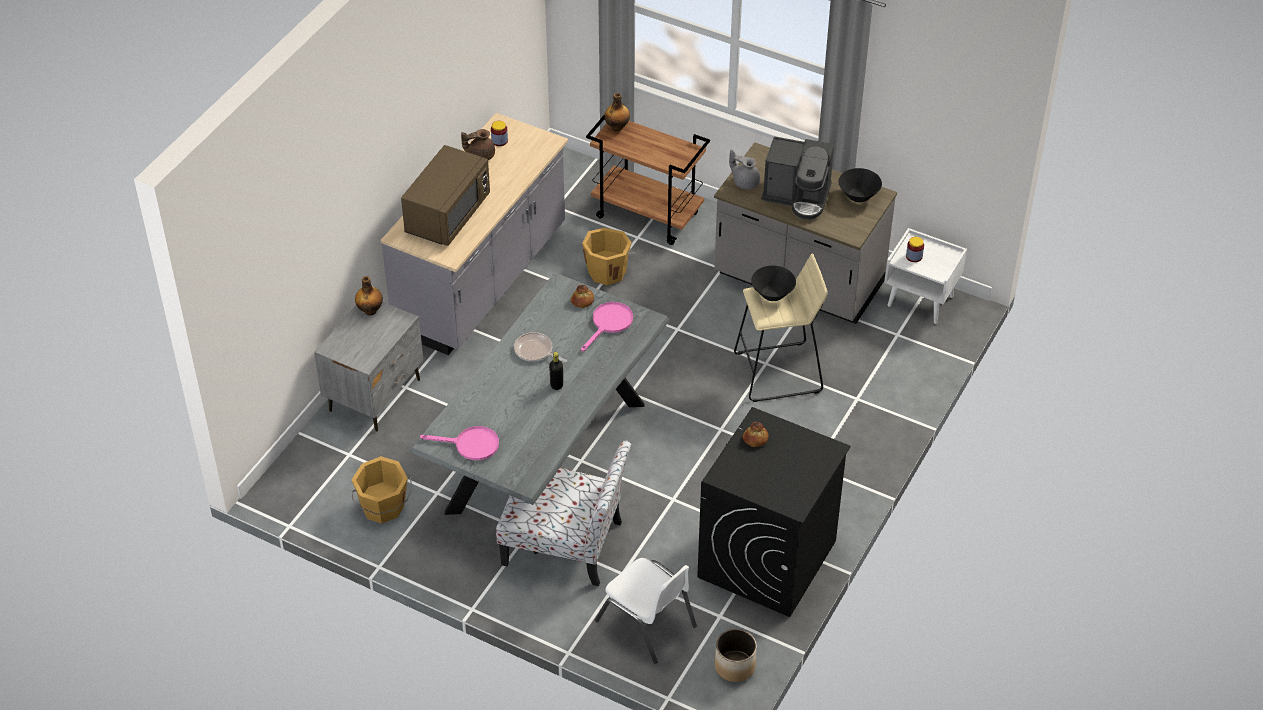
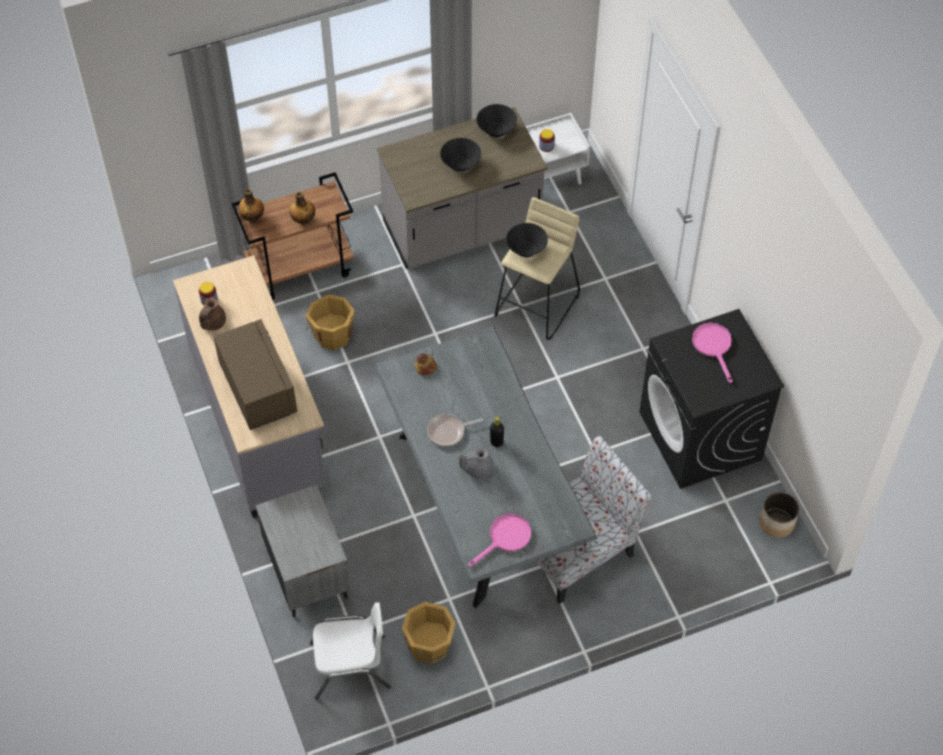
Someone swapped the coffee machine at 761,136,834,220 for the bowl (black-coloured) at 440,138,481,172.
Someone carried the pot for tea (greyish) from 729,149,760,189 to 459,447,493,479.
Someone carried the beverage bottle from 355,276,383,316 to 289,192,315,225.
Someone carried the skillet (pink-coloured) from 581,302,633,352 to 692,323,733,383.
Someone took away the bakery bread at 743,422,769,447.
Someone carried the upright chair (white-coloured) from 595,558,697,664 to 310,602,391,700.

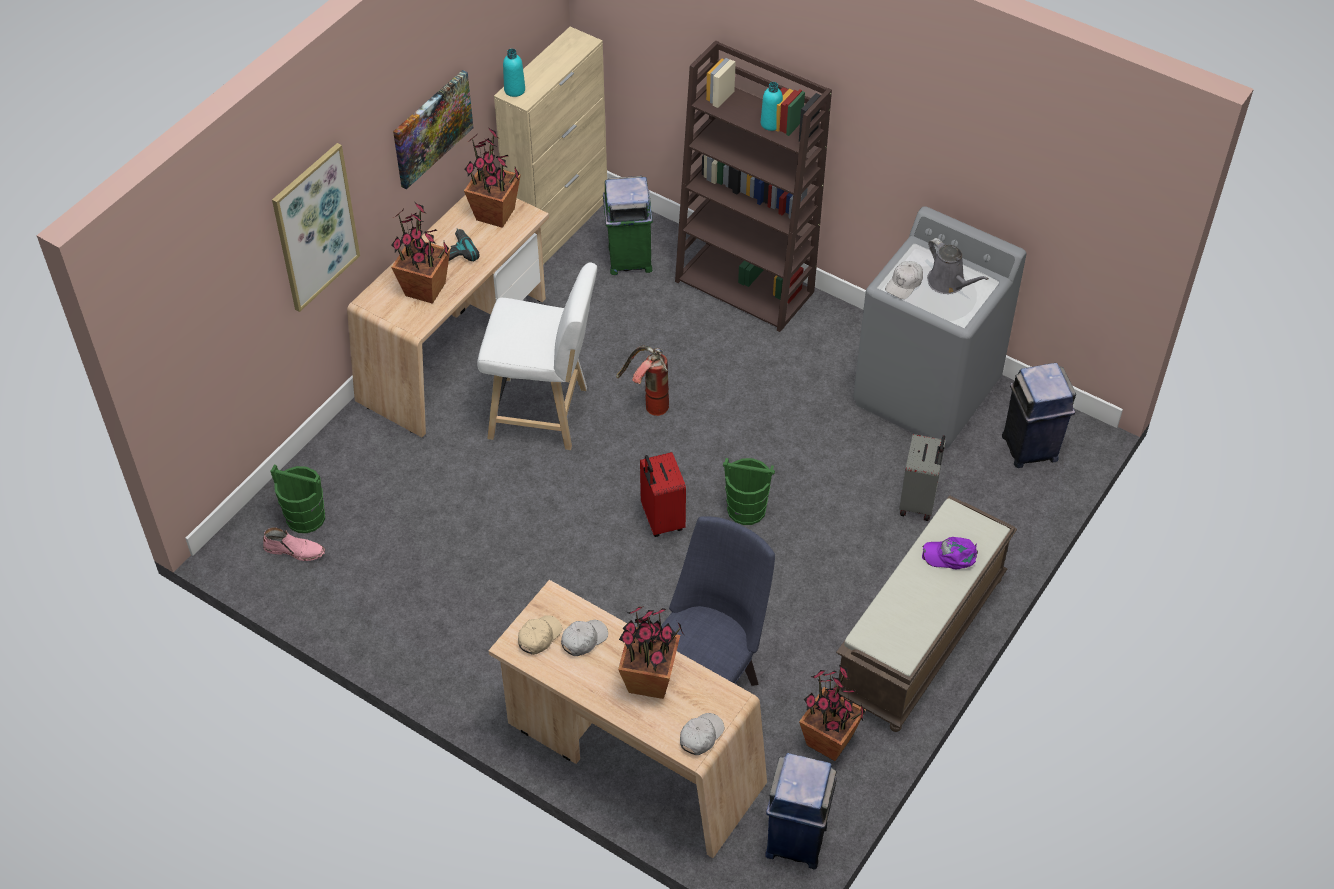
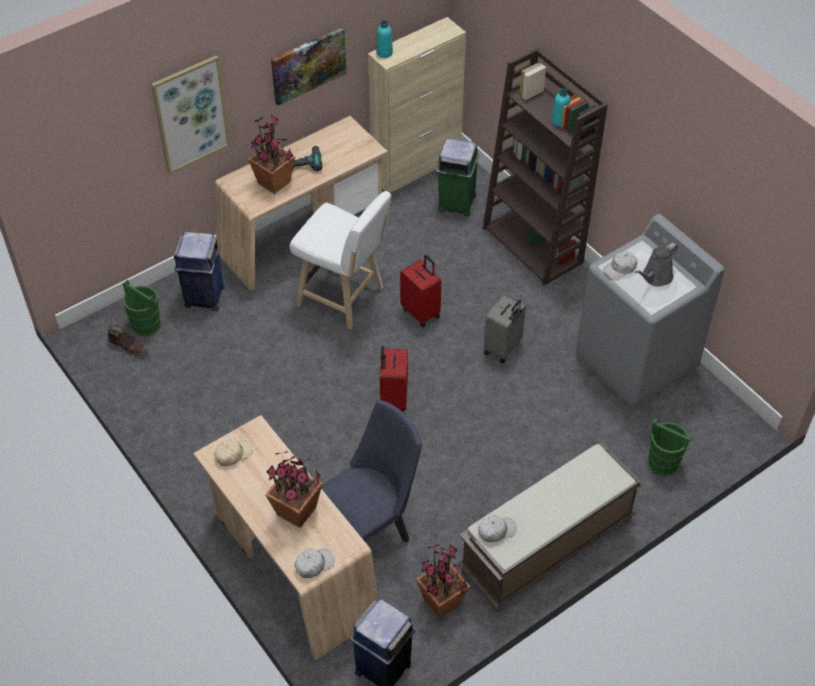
Someone took away the houseplant at 464,127,521,228.
Someone rotated the watering pot (greyish) at 927,238,989,294 by 60 degrees clockwise.
Someone swapped the fire extinguisher at 616,345,669,416 for the suitcase (red) at 400,255,441,327.
Someone carried the rubbish bin (blue-coloured) from 1002,363,1076,468 to 174,232,225,311.
Someone carried the suitcase (greyish) from 899,434,946,521 to 484,295,526,363.
Someone carried the pail (green-coloured) from 723,458,775,525 to 648,418,692,476.
Someone repainted the high-top boot (pink-coloured) at 263,527,325,561, which became the high-top boot (brown-coloured) at 108,325,148,356.
Someone took away the peaked cap (purplish) at 922,537,978,569.
Someone carried the peaked cap (white-coloured) from 561,620,608,656 to 478,515,517,542.

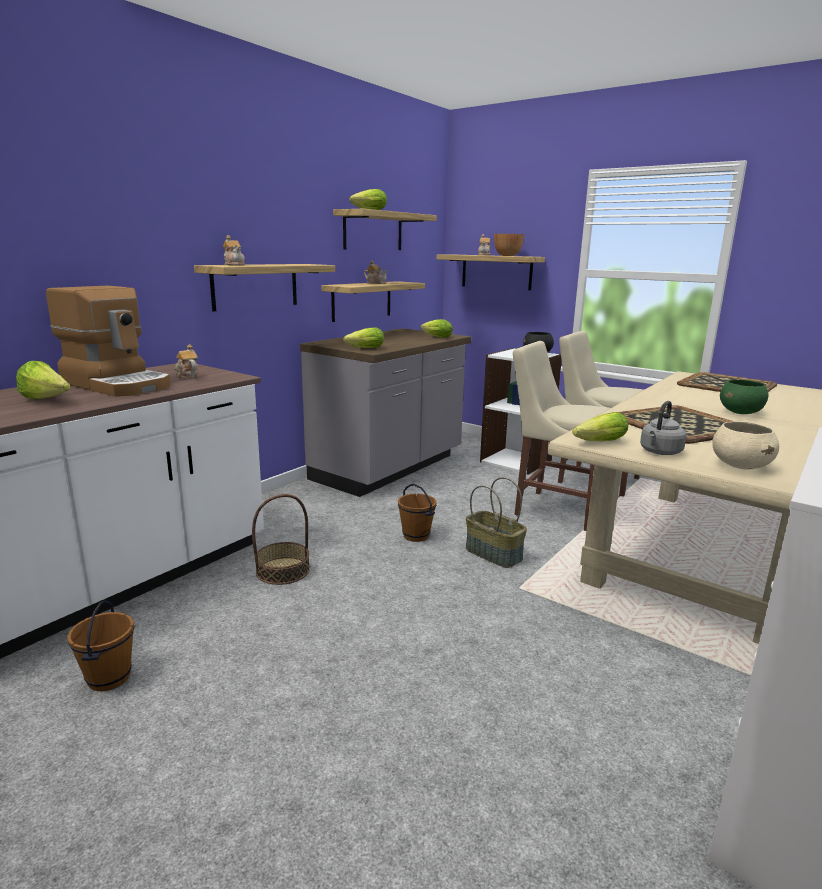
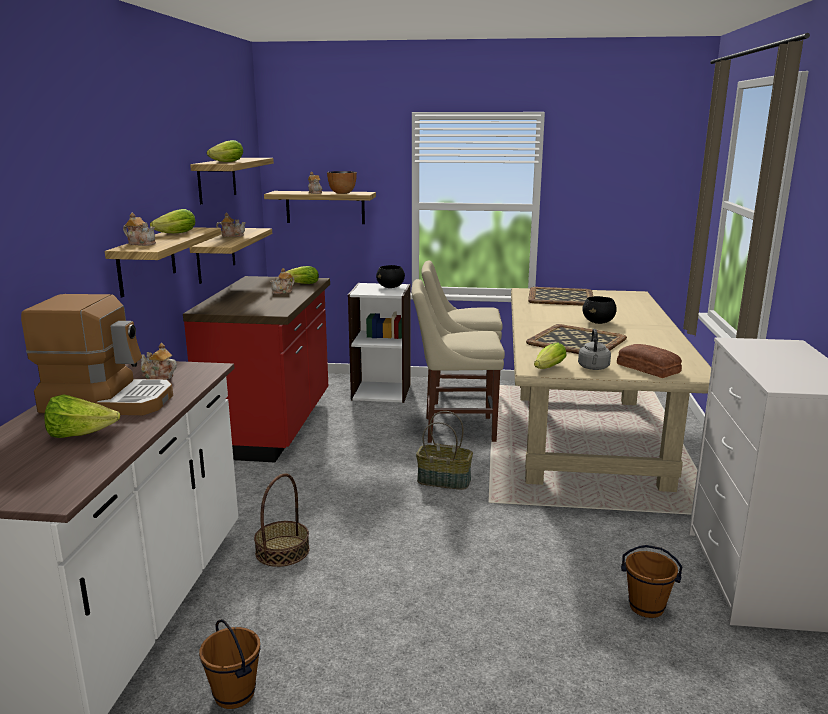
Someone carried the head of lettuce from 344,327,384,348 to 150,209,195,233.
Someone repainted the counter (greyish) at 300,328,471,497, which became the counter (red) at 183,276,330,462.
Someone repainted the bowl (green-coloured) at 720,380,769,414, which became the bowl (black-coloured) at 582,296,617,324.
Someone swapped the bowl (beige-coloured) at 712,421,779,470 for the bakery bread at 617,344,682,378.
Someone carried the pail (brown-coloured) from 398,484,437,542 to 621,545,682,618.
Someone put down the pot for tea at 270,268,295,294.

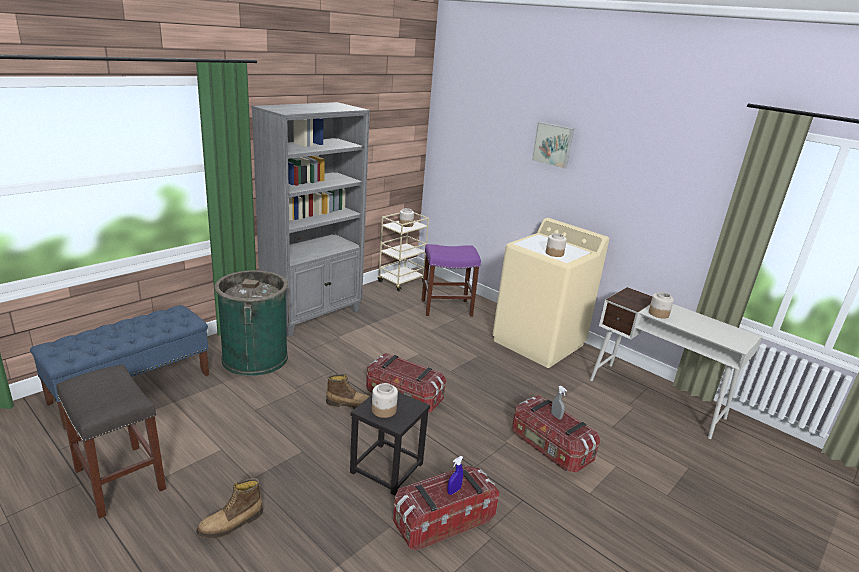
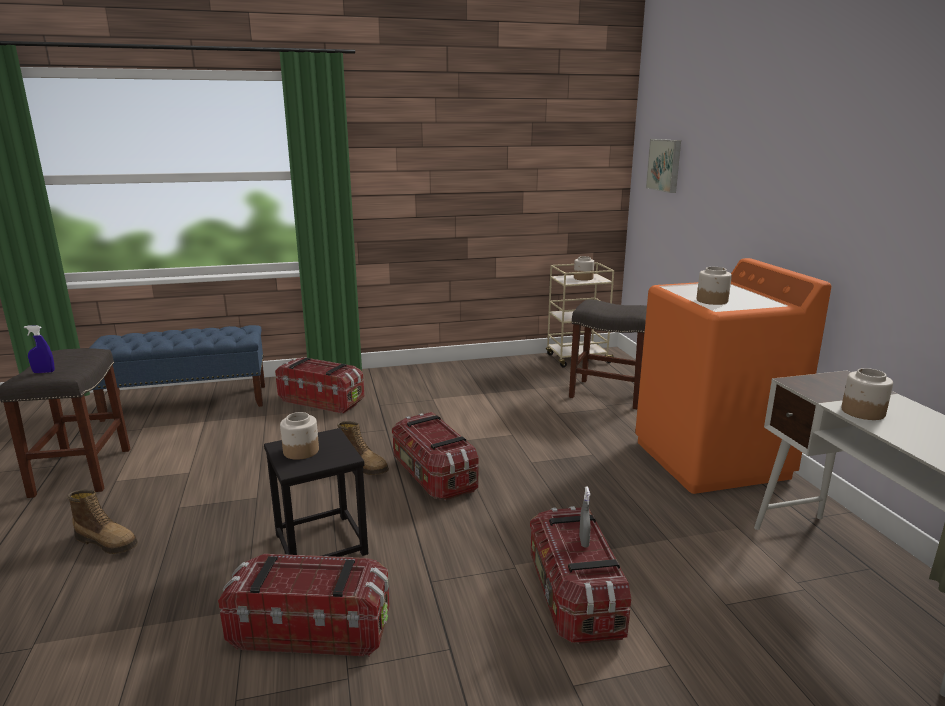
Someone took away the shelving unit (greyish) at 252,102,370,337.
Someone carried the wall art from 532,122,574,169 to 646,139,681,193.
Someone repainted the laundry appliance (beige-coloured) at 493,218,609,368, which became the laundry appliance (orange-coloured) at 635,258,831,494.
Someone repainted the stool seat (purplish) at 422,244,481,317, which became the stool seat (greyish) at 569,299,647,409.
Someone swapped the rubbish bin (green-coloured) at 214,270,288,376 for the storage container at 275,358,365,414.
Someone carried the sprayer (blue-coloured) from 447,456,463,495 to 24,325,55,373.
Someone rotated the high-top boot at 196,478,263,539 by 150 degrees counterclockwise.

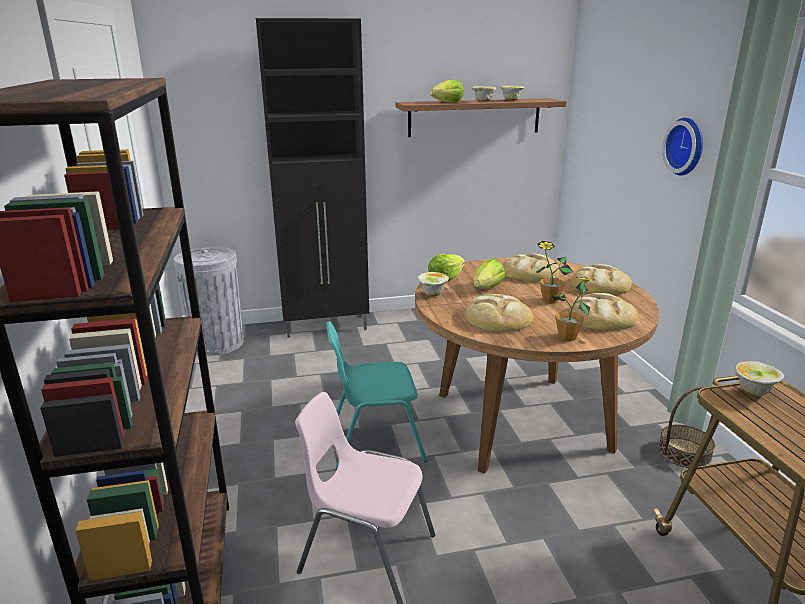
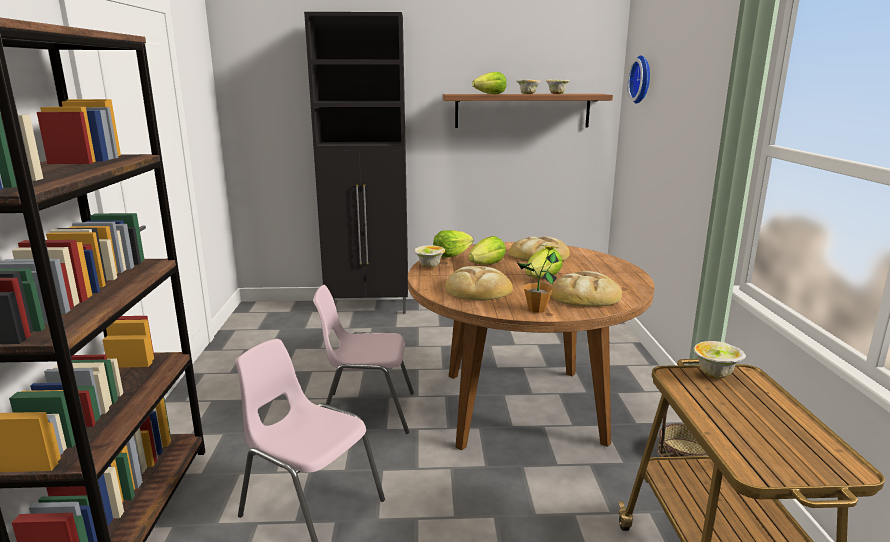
Someone carried the clock on the wall from 662,118,703,176 to 627,56,650,103.
Someone swapped the houseplant at 536,241,573,303 for the head of lettuce at 525,248,563,278.
Someone took away the rubbish bin (greyish) at 174,246,244,356.
Someone took away the bakery bread at 570,264,632,295.
Someone repainted the upright chair (turquoise-coloured) at 327,321,427,470, which became the upright chair (pink-coloured) at 313,285,414,434.

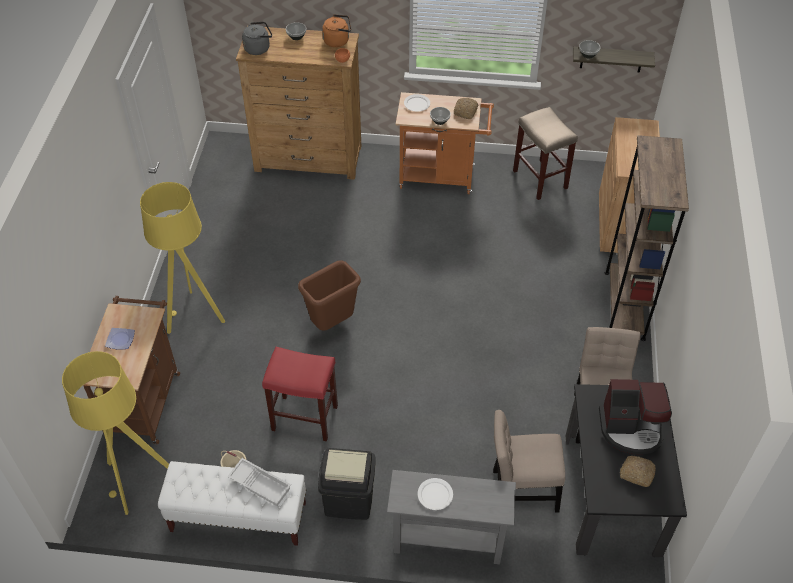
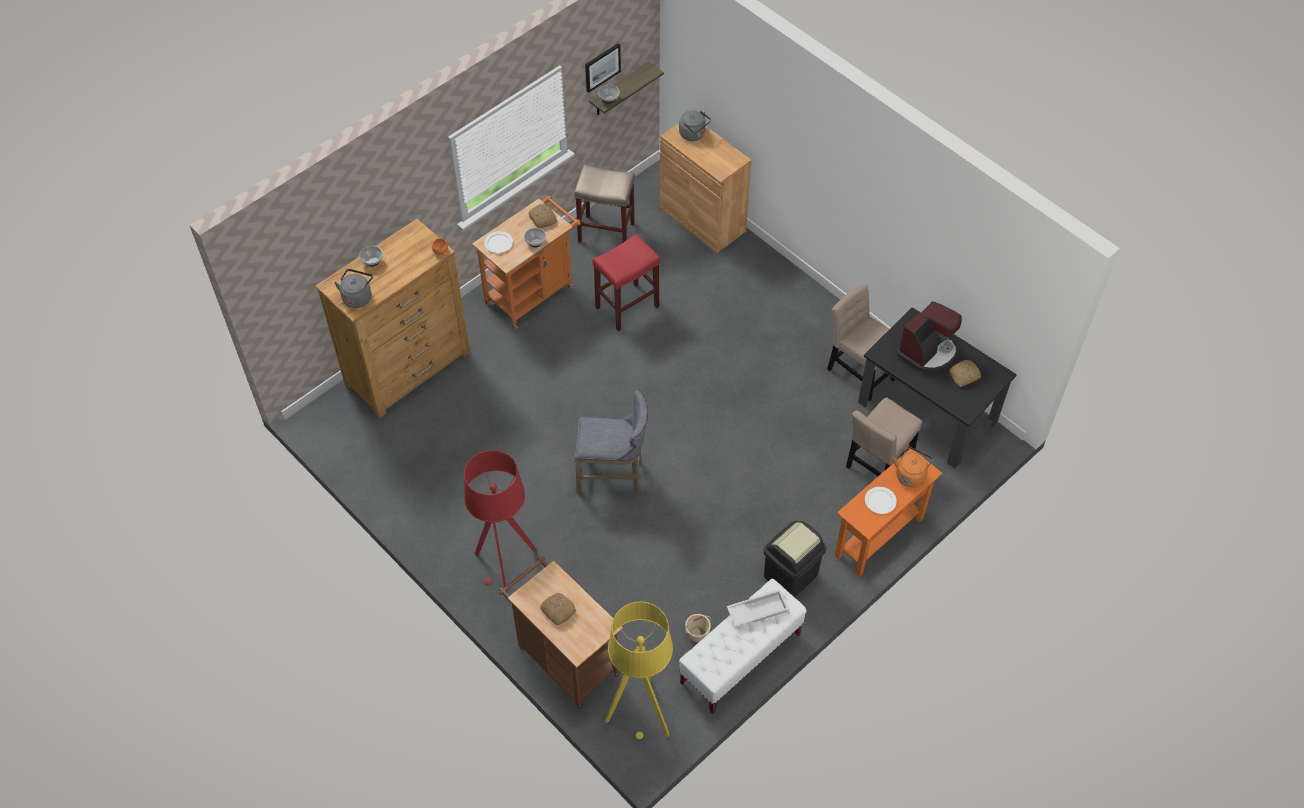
Someone carried the water kettle (orange-coloured) from 322,14,351,47 to 893,446,933,487.
Someone took away the shelving unit (brown-coloured) at 605,135,689,341.
Someone repainted the standard lamp (yellow-coloured) at 140,182,225,334, which became the standard lamp (red) at 464,450,537,599.
Someone swapped the rubbish bin (brown-coloured) at 298,260,361,331 for the stool seat (greyish) at 575,390,648,493.
Someone swapped the dinner plate at 105,328,135,350 for the bakery bread at 540,593,576,625.
Someone carried the stool seat (red) from 262,347,338,442 to 592,234,660,332.
Someone repainted the narrow table (greyish) at 387,470,516,564, which became the narrow table (orange-coloured) at 835,449,942,577.
Someone put up the wall art at 585,43,621,93.
Someone put down the water kettle (greyish) at 679,111,711,141.

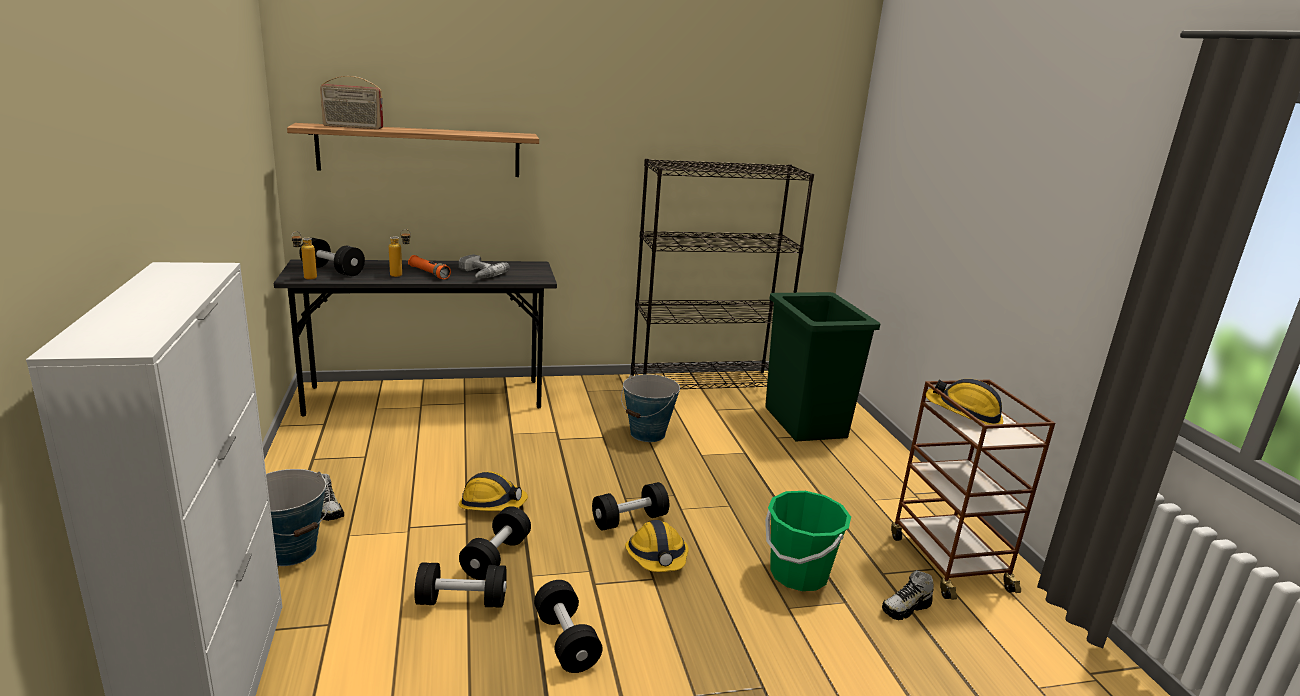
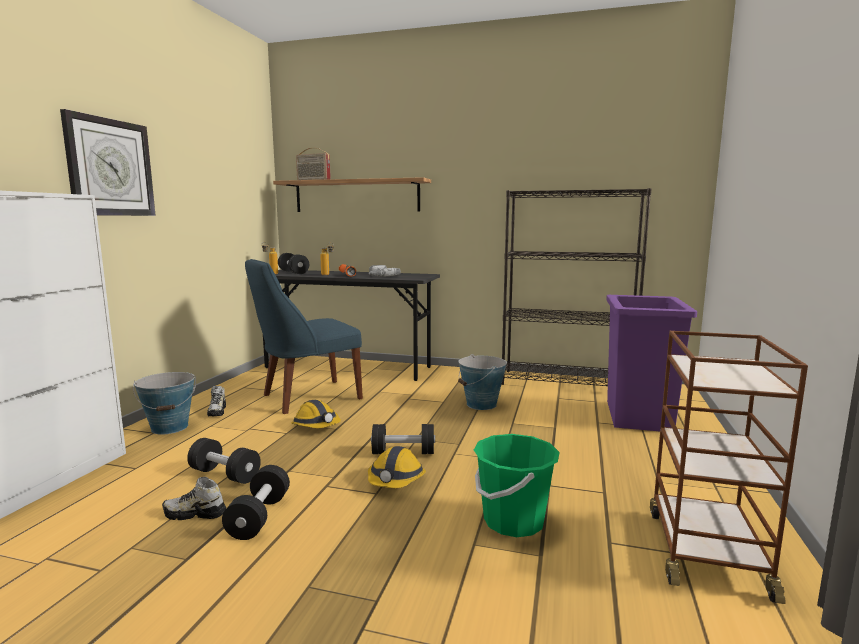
Someone repainted the rubbish bin (green-coloured) at 765,292,880,442, which became the rubbish bin (purplish) at 606,295,697,431.
Someone took away the hard hat at 926,379,1003,425.
Someone took away the hand weight (black-coloured) at 459,506,531,580.
Someone carried the low shoe from 882,570,934,620 to 162,477,226,520.
Someone put up the clock on the wall at 60,109,156,216.
Someone put down the upright chair (blue-coloured) at 245,259,363,414.

